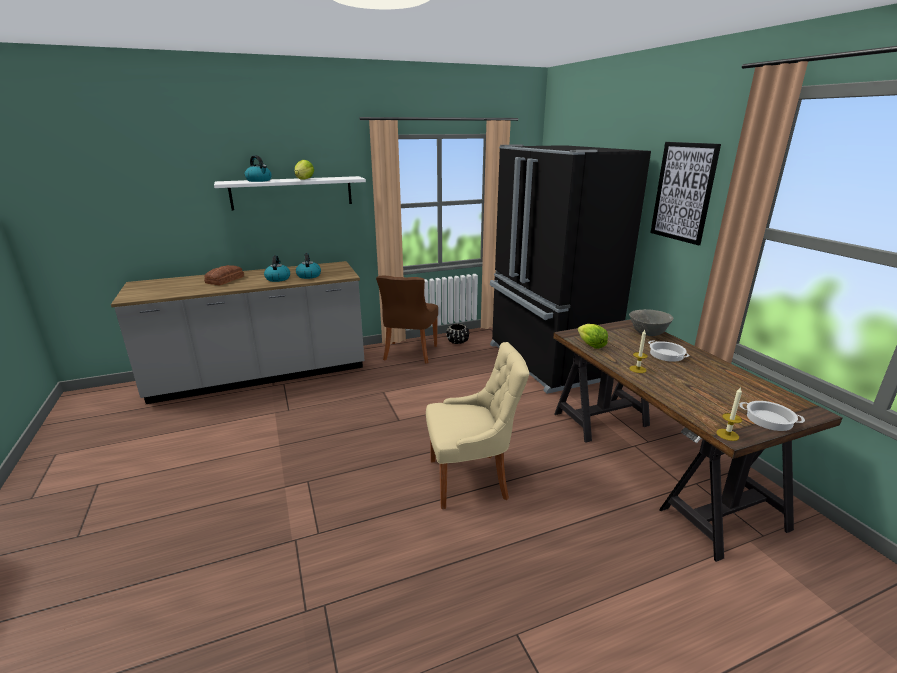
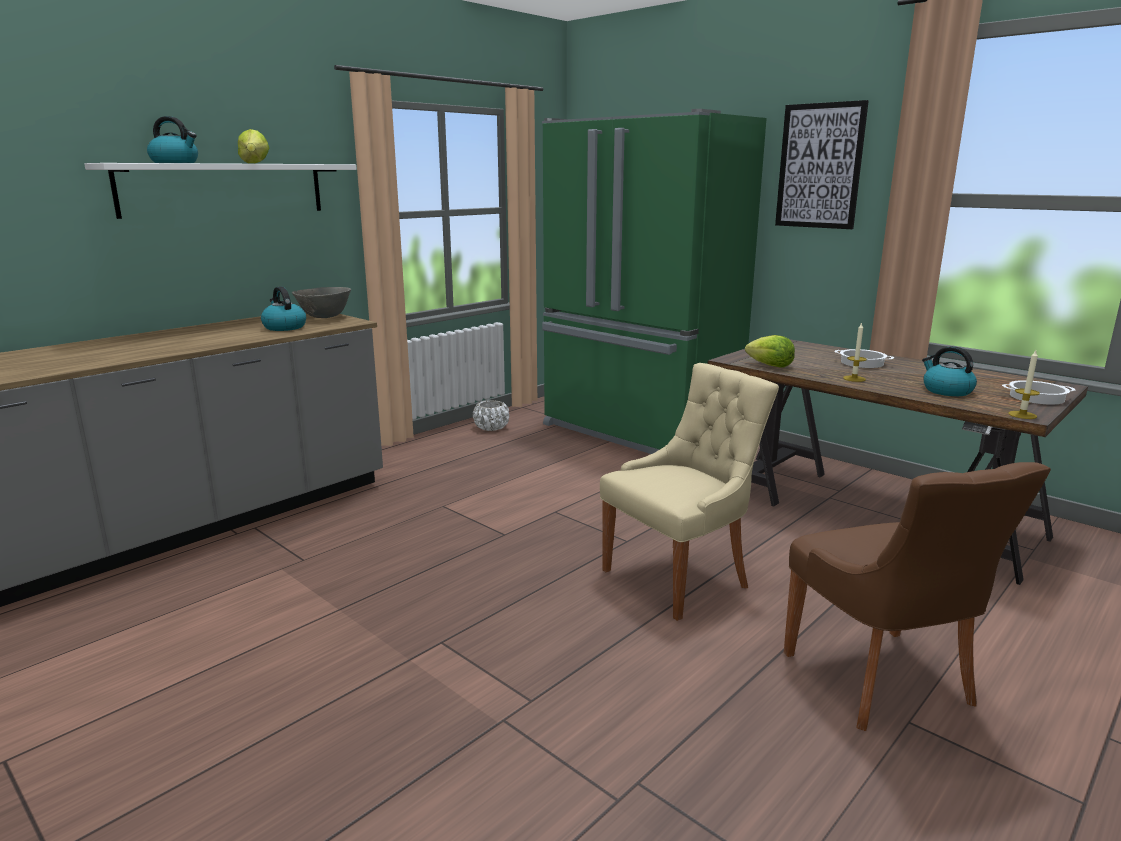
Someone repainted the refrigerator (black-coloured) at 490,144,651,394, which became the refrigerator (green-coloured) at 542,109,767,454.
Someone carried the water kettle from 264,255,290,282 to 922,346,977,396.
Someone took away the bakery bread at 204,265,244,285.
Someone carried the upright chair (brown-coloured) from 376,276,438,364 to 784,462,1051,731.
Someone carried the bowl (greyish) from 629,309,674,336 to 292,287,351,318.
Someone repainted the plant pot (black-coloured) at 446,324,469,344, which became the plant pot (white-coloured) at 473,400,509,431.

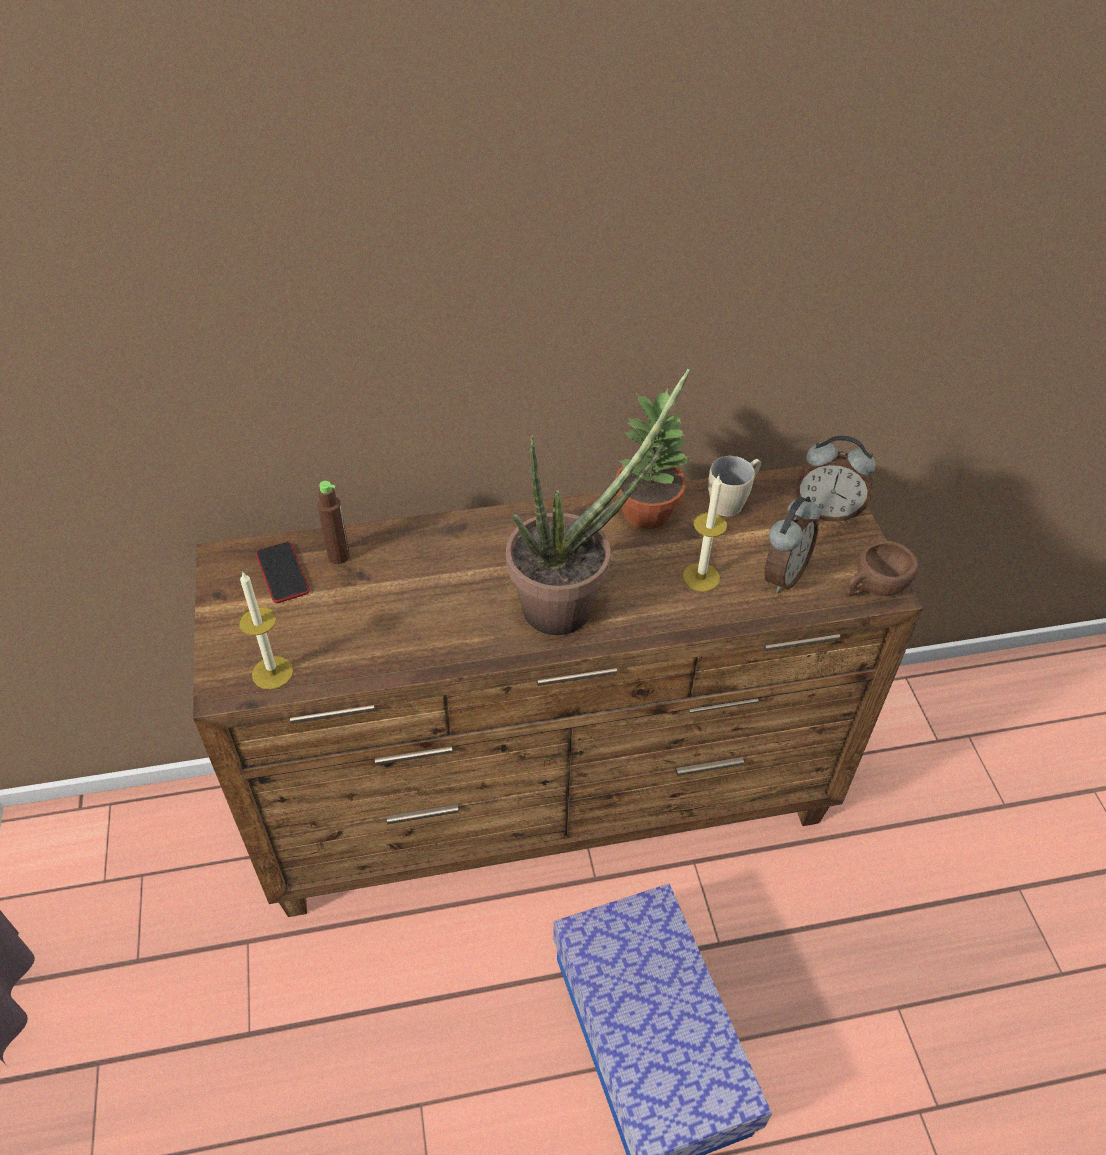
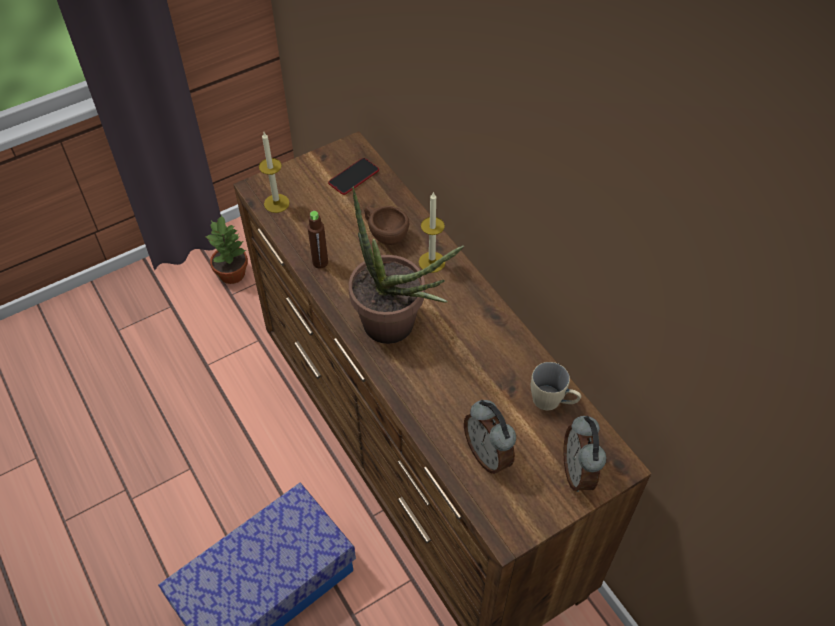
Someone carried the houseplant from 615,388,691,529 to 204,214,248,284.
Someone carried the wax light from 683,476,727,592 to 419,192,445,273.
Someone carried the beverage bottle (brown-coloured) from 317,481,350,564 to 308,211,328,269.
Someone rotated the alarm clock at 764,497,820,593 by 45 degrees clockwise.
Someone carried the small cup (brown-coloured) from 846,541,919,596 to 364,206,409,245.

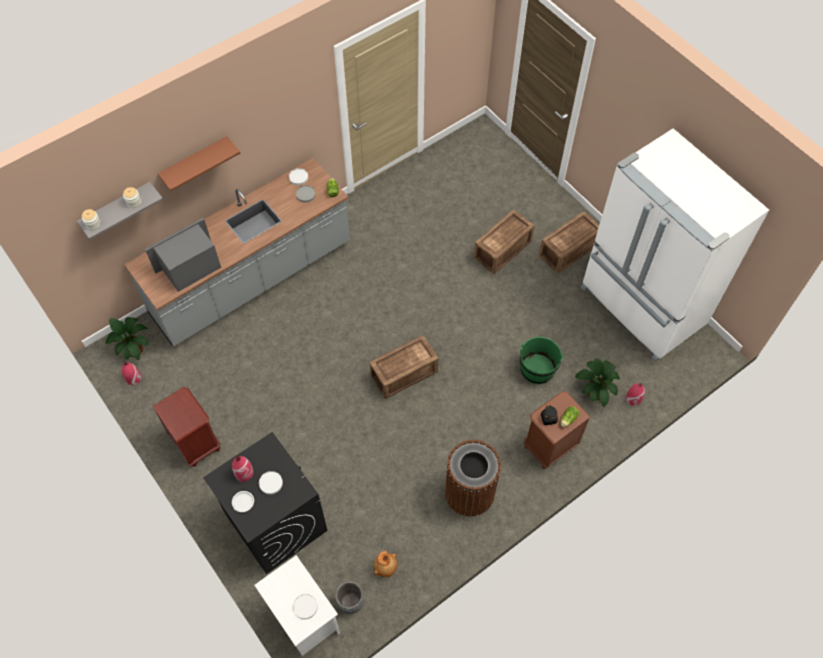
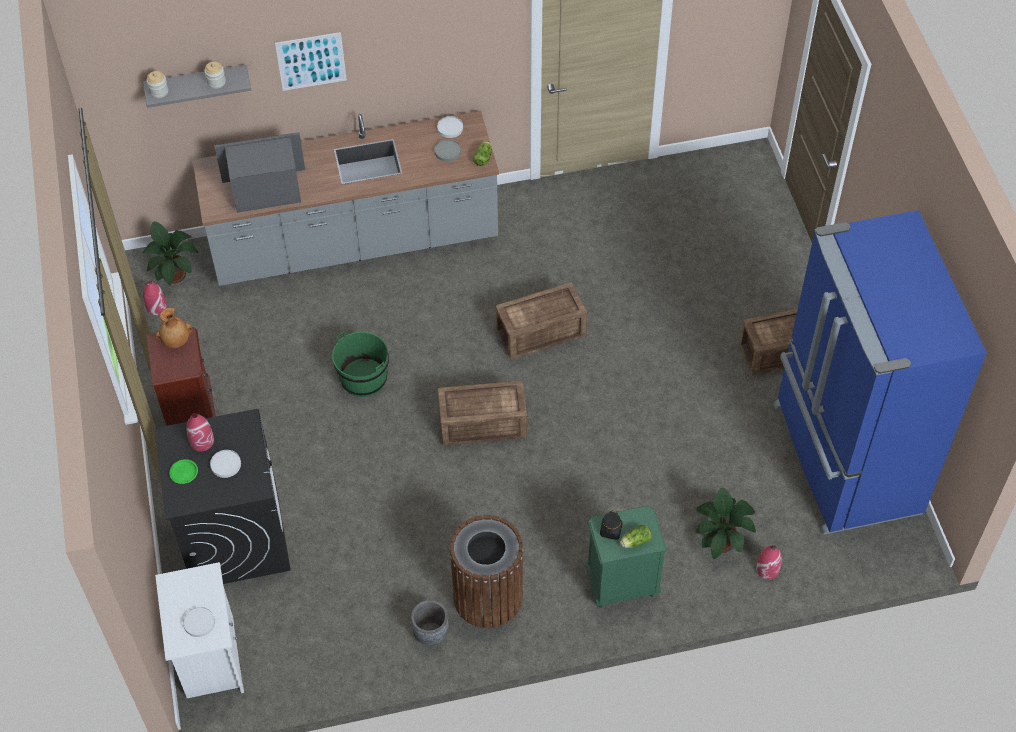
Someone repainted the refrigerator (white-coloured) at 581,129,769,362, which became the refrigerator (blue-coloured) at 774,210,987,535.
Someone swapped the shelf (brown-coloured) at 157,136,240,191 for the wall art at 275,32,347,91.
Someone carried the crate from 474,210,534,274 to 496,282,587,359.
Someone carried the pail (green-coloured) from 520,337,563,384 to 332,331,389,397.
Someone repainted the bedside table (brown-coloured) at 524,392,591,469, which became the bedside table (green-coloured) at 585,506,667,609.
Someone repainted the dinner plate (white-coloured) at 232,491,254,512, which became the dinner plate (green-coloured) at 169,459,198,484.
Someone carried the decorative vase (brown-coloured) from 374,551,397,577 to 155,307,192,348.
Someone carried the plant pot (greyish) from 335,581,364,614 to 411,600,449,645.

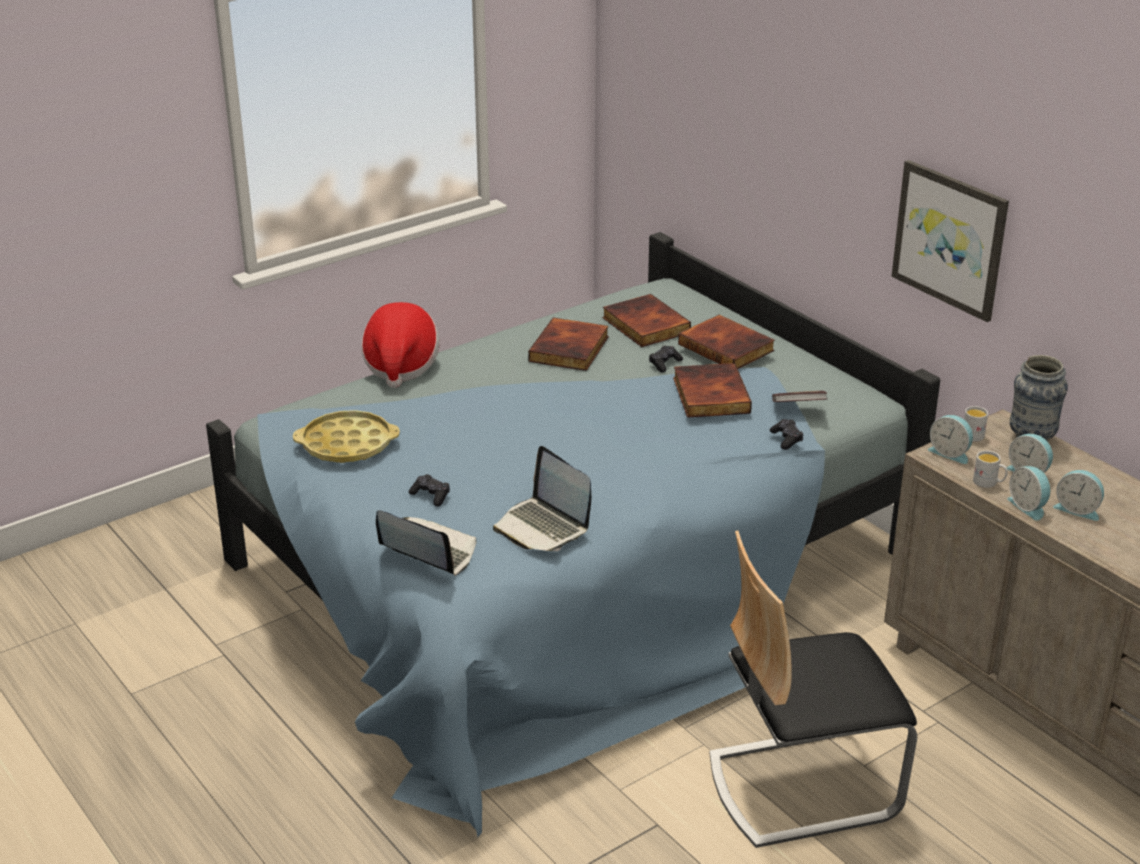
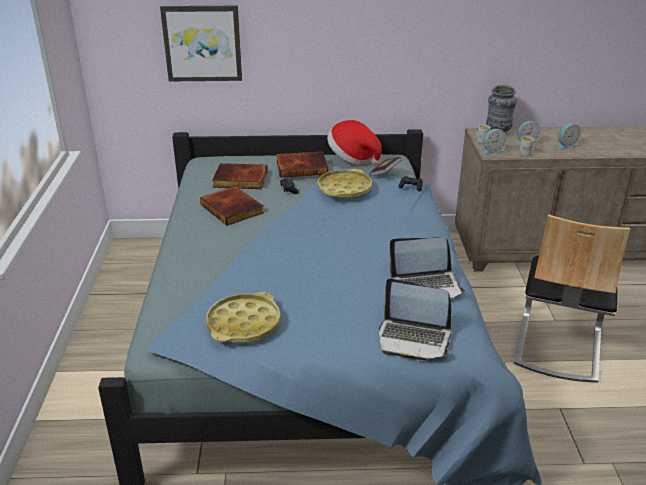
Someone carried the wall art from 892,160,1009,322 to 160,6,242,81.
Someone carried the wearable hat from 362,302,439,388 to 327,120,382,165.
Someone swapped the volume at 673,363,752,418 for the tray (yellow-coloured) at 317,169,372,198.
Someone took away the alarm clock at 1007,466,1052,521.
Someone took away the joypad (black-coloured) at 409,474,450,507.
Someone rotated the portable computer at 376,510,476,576 by 135 degrees counterclockwise.

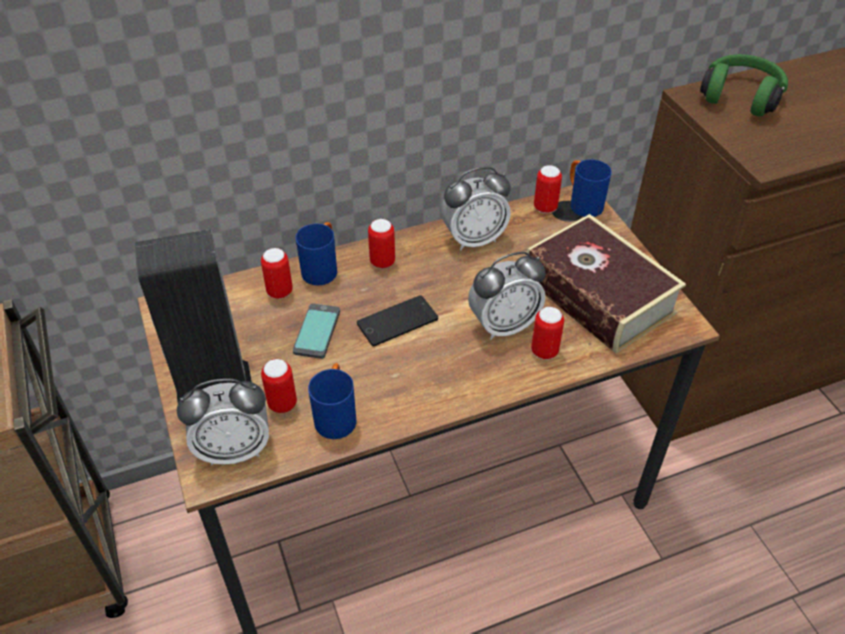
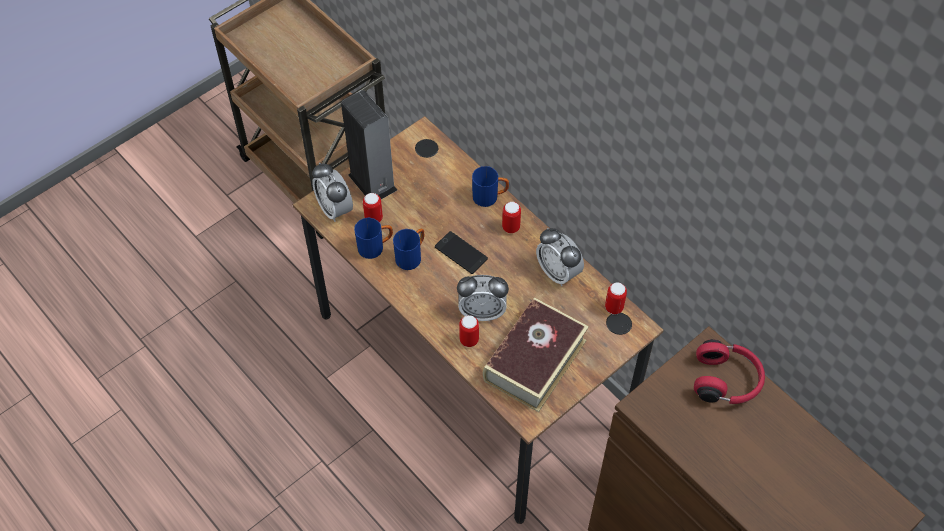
Someone repainted the pair of headphones (green-coloured) at 700,54,788,117, which became the pair of headphones (red) at 694,339,765,404.
Someone carried the tea mug (blue-coloured) from 570,160,612,217 to 393,229,424,270.
Someone took away the can at 261,248,293,299.
Someone rotated the alarm clock at 468,252,546,340 by 45 degrees counterclockwise.
Someone took away the phone at 293,303,340,359.

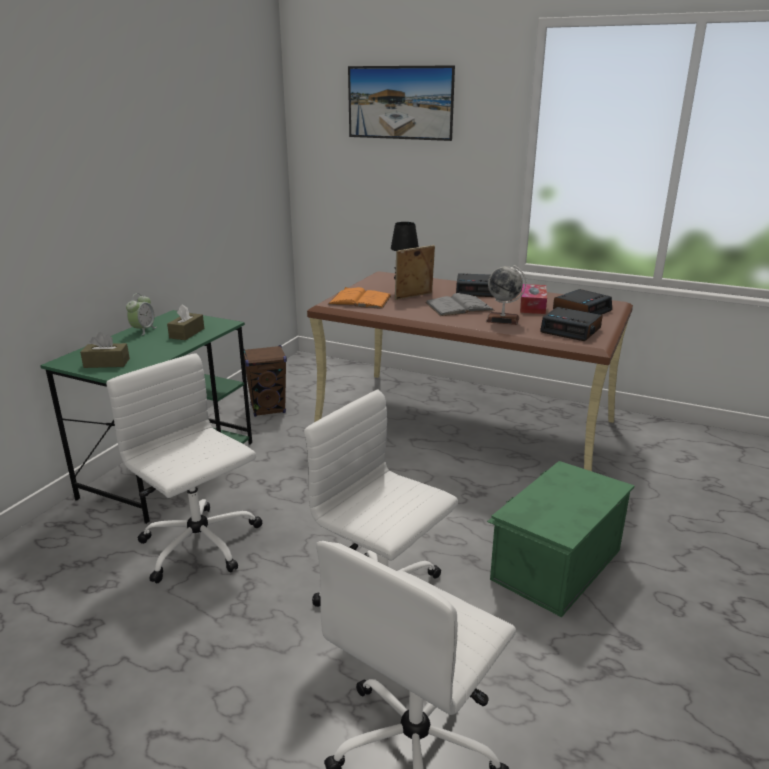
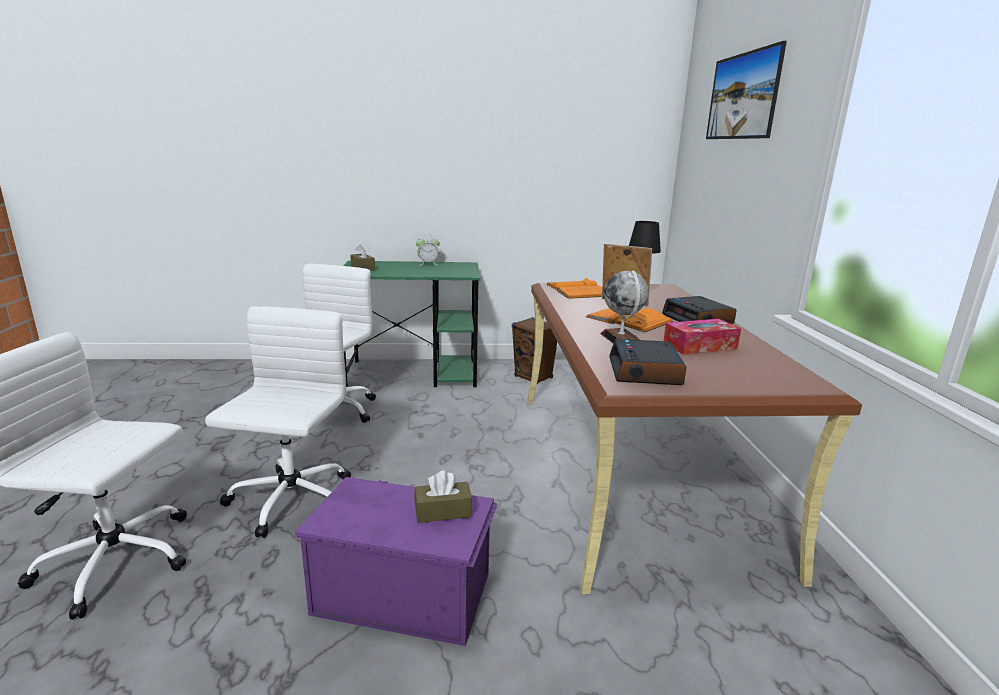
Someone took away the alarm clock at 553,289,612,315.
Someone repainted the volume (greyish) at 425,293,495,316, which became the volume (orange-coloured) at 585,308,674,332.
Someone carried the box of tissues (brown-coloured) from 167,304,204,340 to 414,470,472,523.
Someone repainted the storage container (green-coloured) at 487,461,635,617, which became the storage container (purplish) at 294,477,498,646.

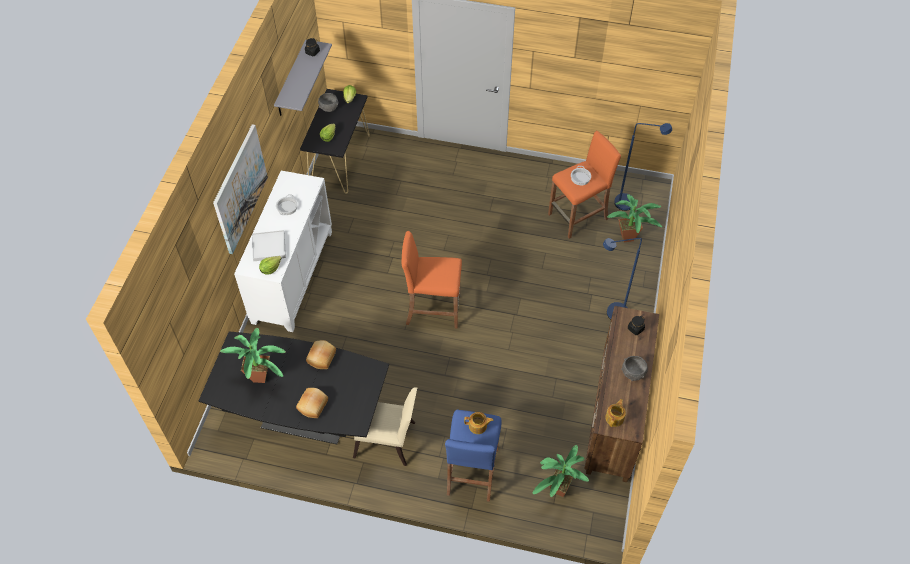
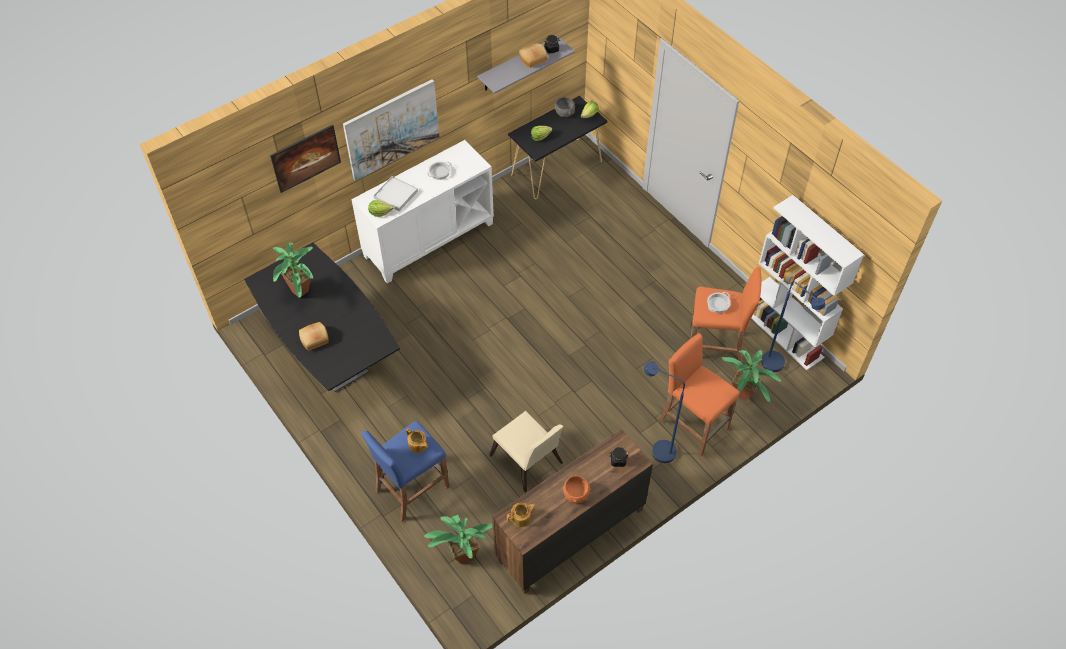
Someone carried the stool seat (orange-coloured) from 402,231,462,329 to 658,333,740,456.
Someone carried the bakery bread from 306,340,336,369 to 519,43,547,68.
Someone repainted the bowl (greyish) at 621,356,648,381, which became the bowl (orange-coloured) at 562,475,591,503.
Someone carried the upright chair (beige-coloured) from 353,388,417,466 to 489,411,563,493.
Someone put up the wall art at 270,125,341,193.
Someone put down the shelving unit (white-coloured) at 751,195,864,370.

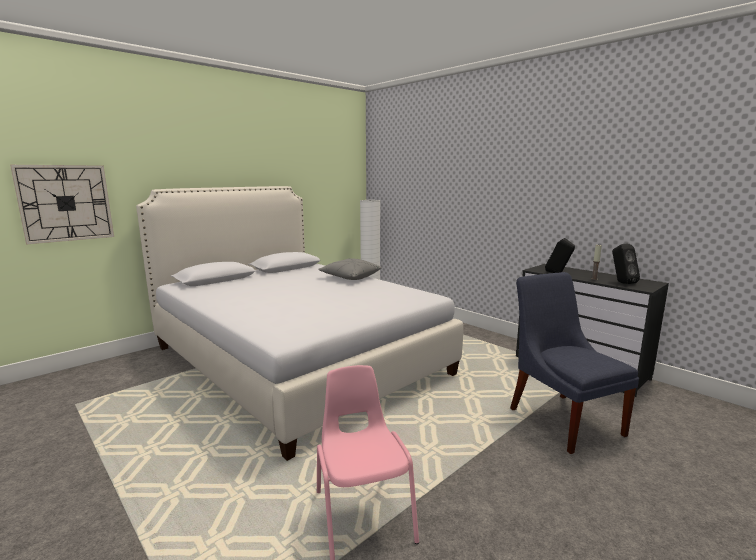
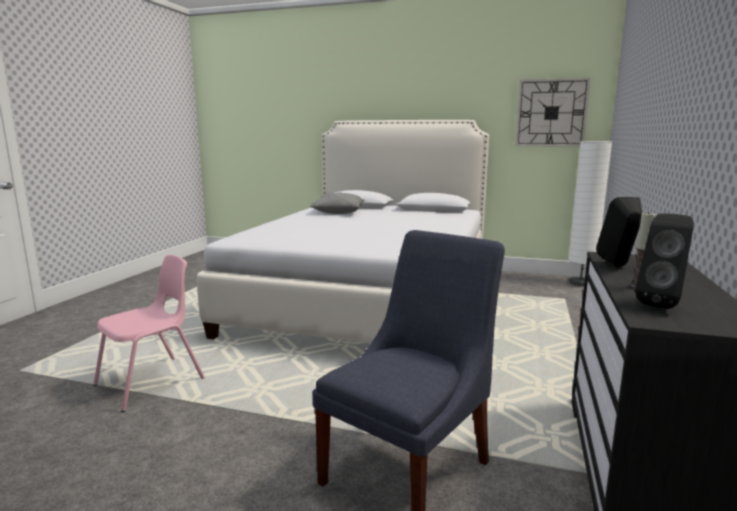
Someone carried the clock on the wall from 10,165,114,245 to 515,78,590,147.
Someone carried the cushion (greyish) from 318,258,382,280 to 310,193,365,214.

